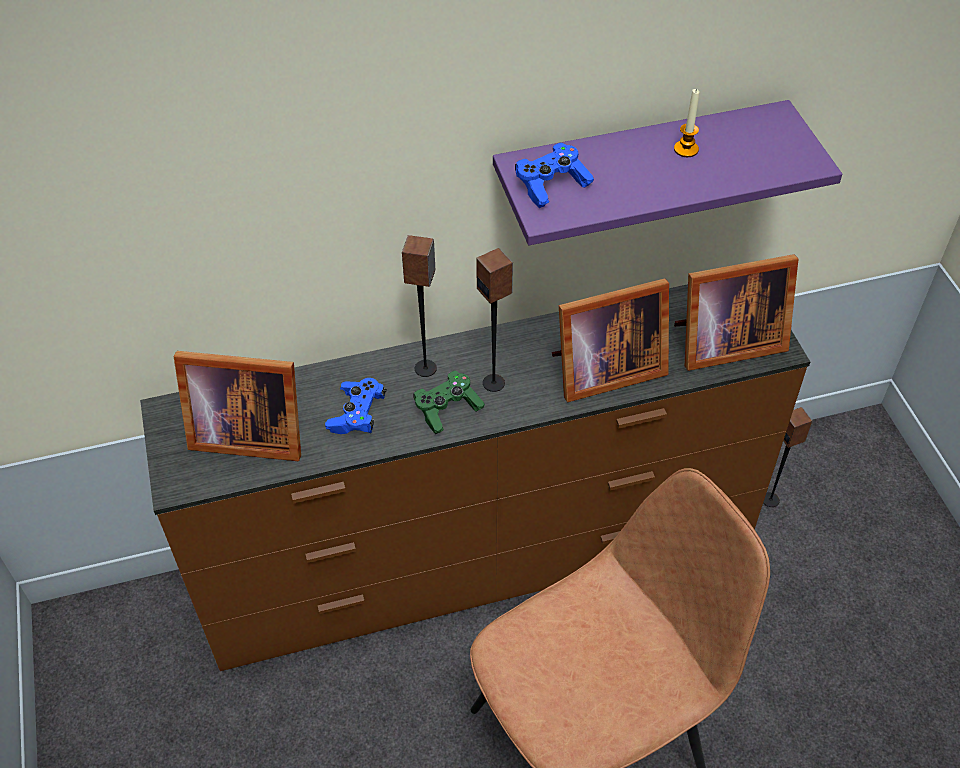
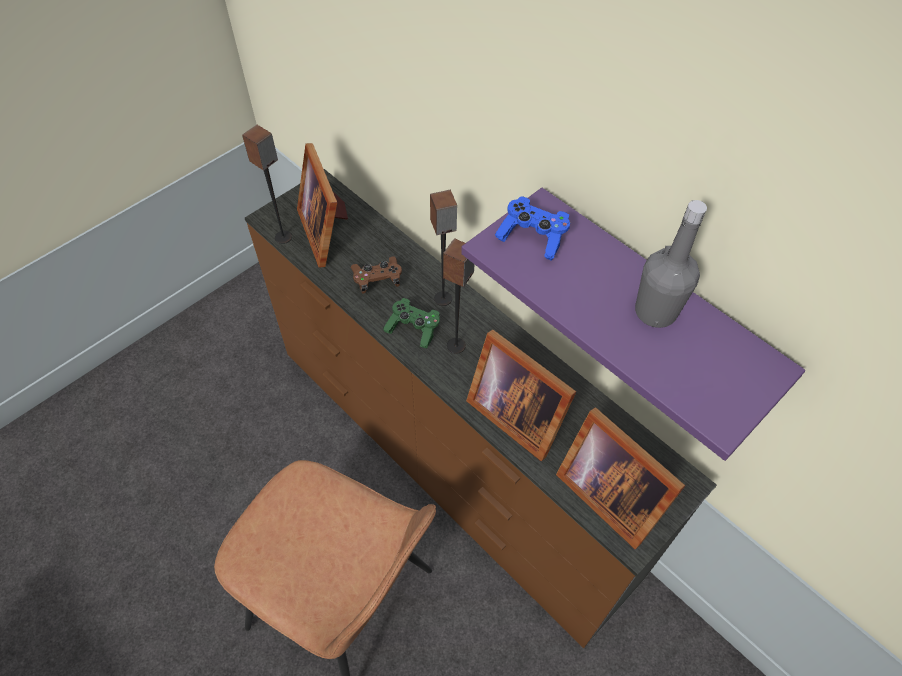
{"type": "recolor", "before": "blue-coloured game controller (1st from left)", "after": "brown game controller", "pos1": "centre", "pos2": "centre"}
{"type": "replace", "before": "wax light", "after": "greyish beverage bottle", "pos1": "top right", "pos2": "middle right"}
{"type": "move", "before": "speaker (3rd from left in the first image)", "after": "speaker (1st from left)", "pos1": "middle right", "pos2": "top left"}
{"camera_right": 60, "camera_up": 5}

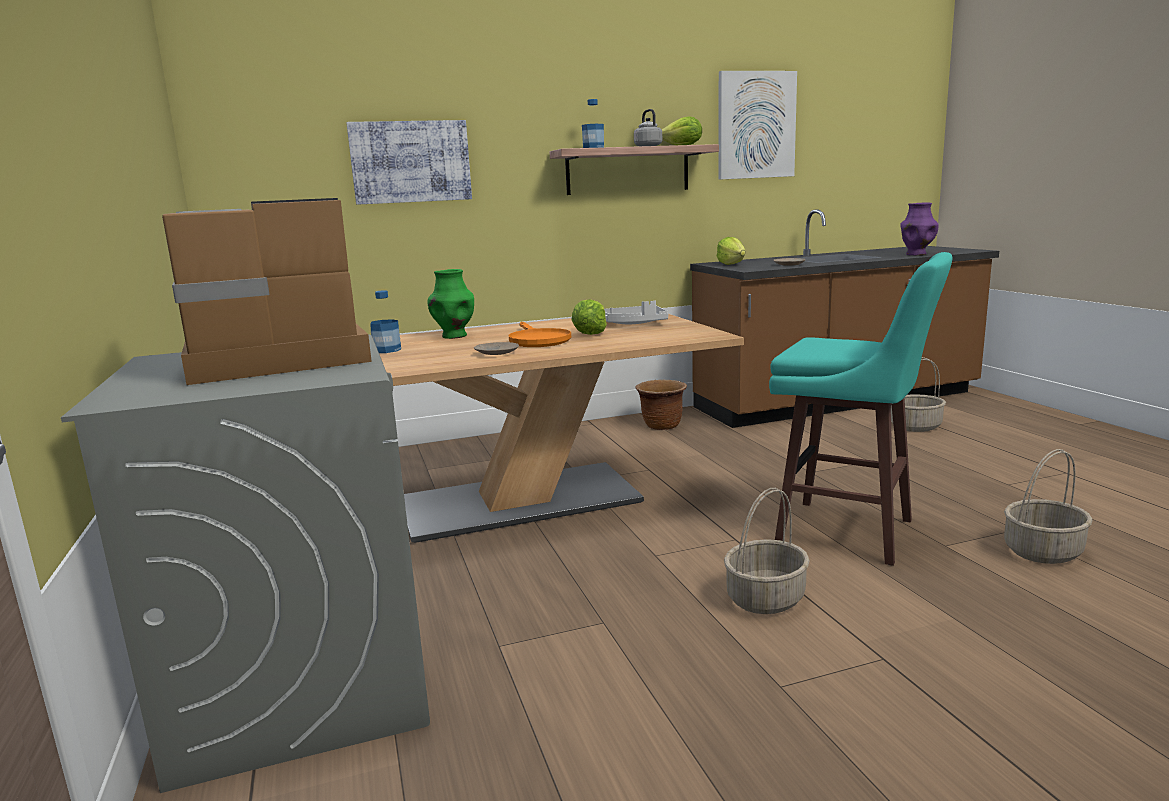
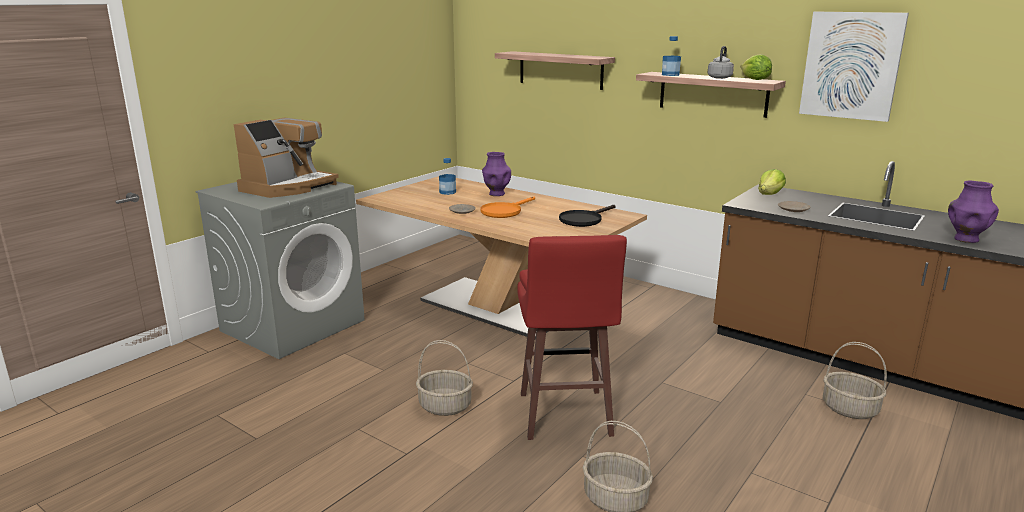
{"type": "rotate", "before": "coffee machine", "pos1": "middle left", "pos2": "top left", "turn": 90}
{"type": "replace", "before": "picture (1st from left)", "after": "bracket shelf (1st from left)", "pos1": "top centre", "pos2": "top centre"}
{"type": "recolor", "before": "greenish vase", "after": "purple vase (1st from left)", "pos1": "centre", "pos2": "centre"}
{"type": "delete", "before": "lettuce (1st from left)", "pos1": "centre"}
{"type": "replace", "before": "greyish tray", "after": "black-coloured skillet", "pos1": "centre", "pos2": "centre"}
{"type": "delete", "before": "brown planter", "pos1": "centre"}
{"type": "recolor", "before": "turquoise stool seat", "after": "reddish stool seat", "pos1": "middle right", "pos2": "centre"}
{"camera_right": 55, "camera_up": 5}

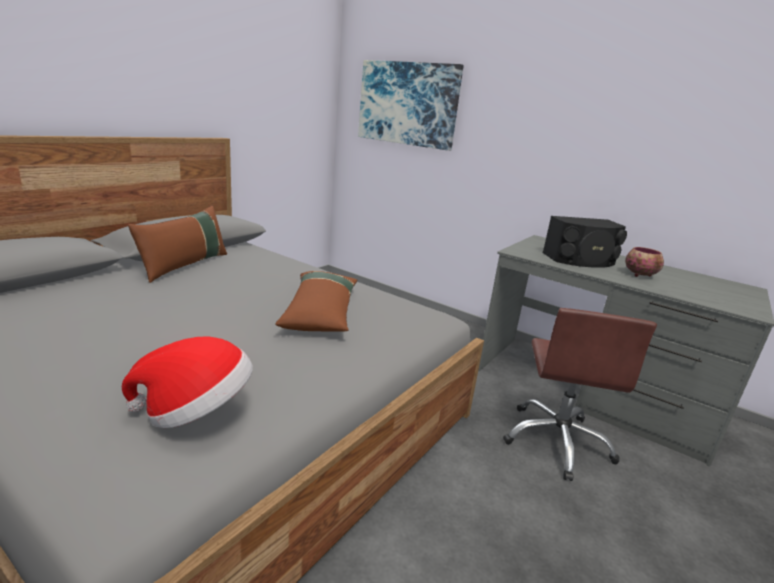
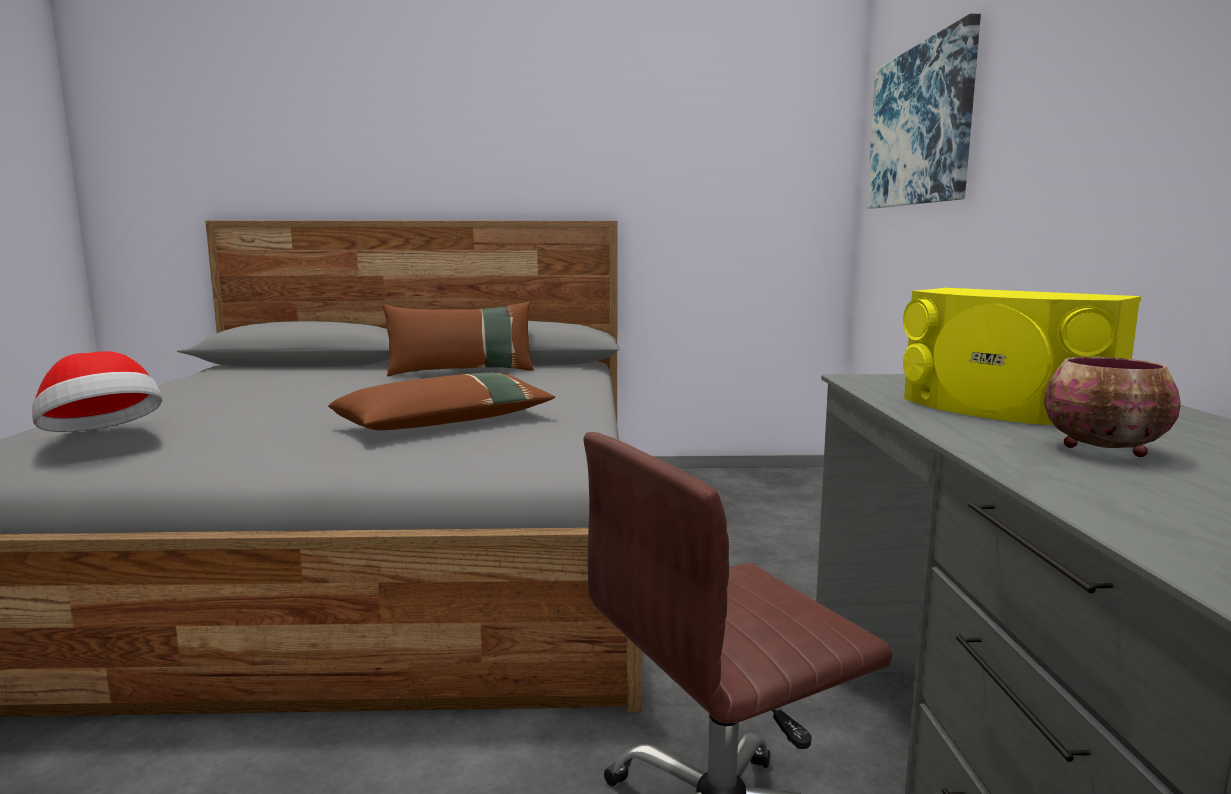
{"type": "recolor", "before": "black-coloured speaker", "after": "yellow-coloured speaker", "pos1": "middle right", "pos2": "middle right"}
{"camera_right": 55, "camera_up": -10}

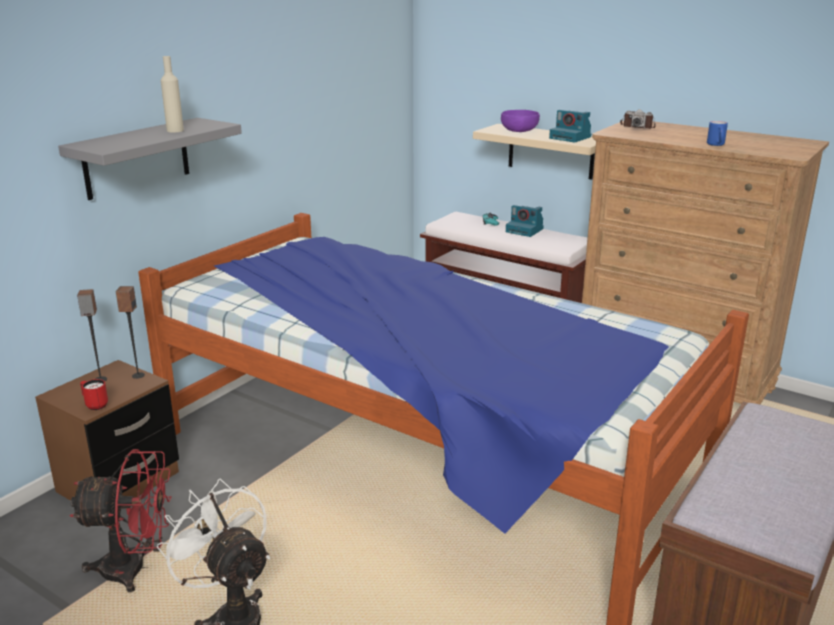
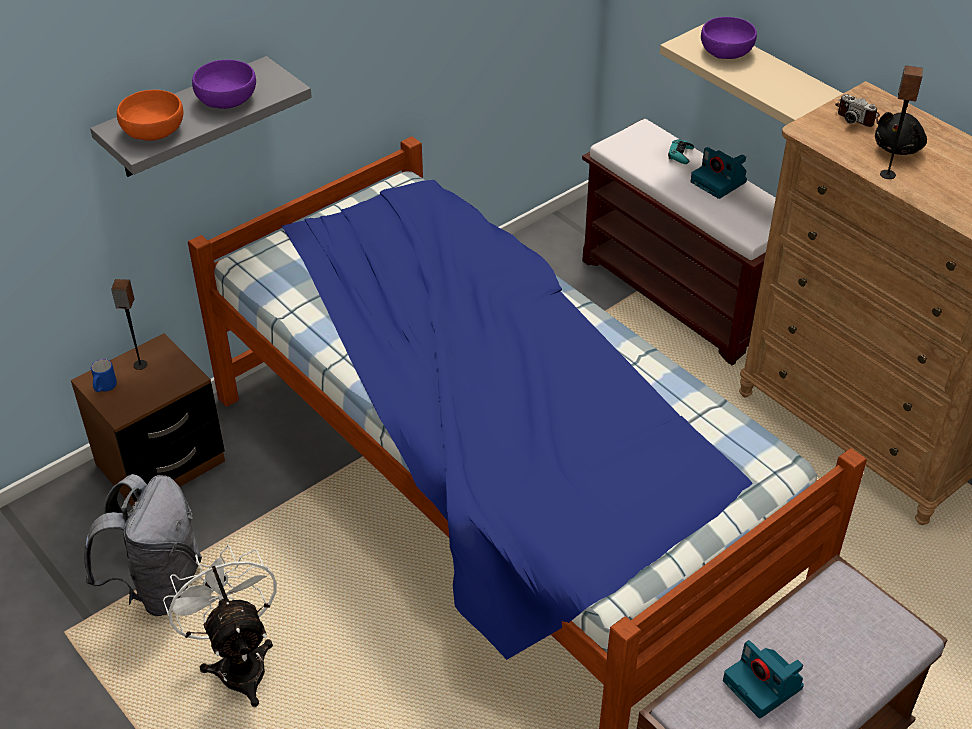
{"type": "replace", "before": "reddish cooling fan", "after": "greyish rucksack", "pos1": "bottom left", "pos2": "bottom left"}
{"type": "delete", "before": "reddish tea mug", "pos1": "middle left"}
{"type": "move", "before": "speaker (2nd from left)", "pos1": "middle left", "pos2": "top right"}
{"type": "replace", "before": "sand-coloured beverage bottle", "after": "purple bowl (1st from left)", "pos1": "top left", "pos2": "top left"}
{"type": "move", "before": "still camera (2nd from left)", "pos1": "top right", "pos2": "bottom right"}
{"type": "move", "before": "blue-coloured tea mug", "pos1": "top right", "pos2": "middle left"}
{"type": "insert", "after": "orange-coloured bowl", "pos2": "top left"}
{"type": "insert", "after": "black-coloured soft toy", "pos2": "top right"}
{"camera_right": 15, "camera_up": 20}

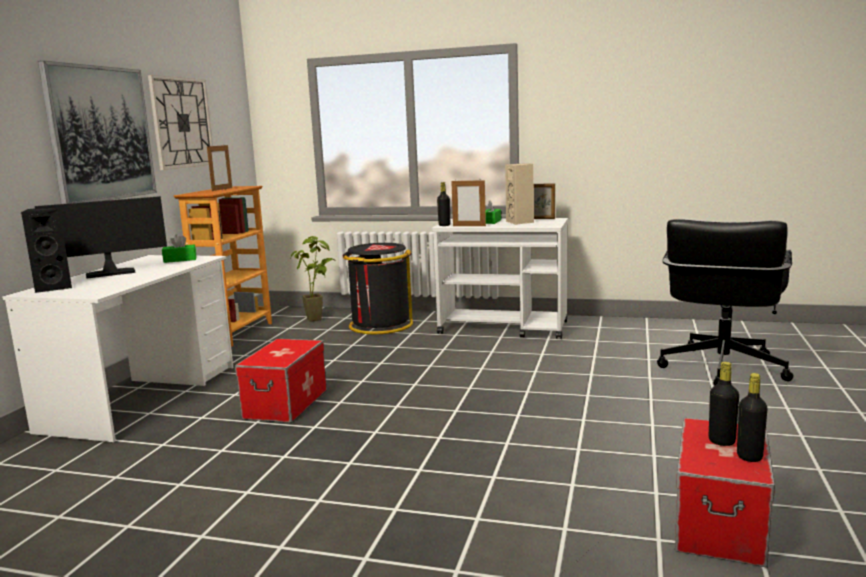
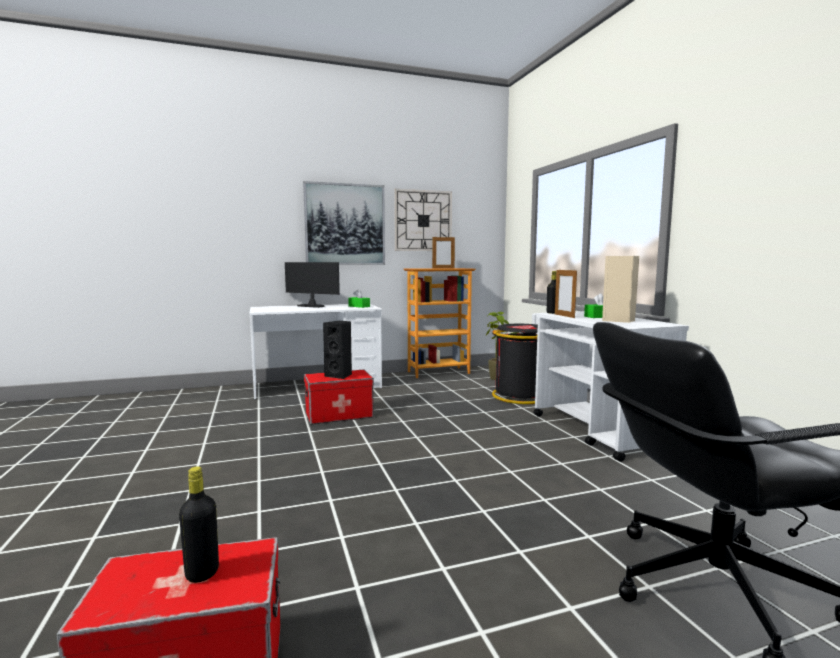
{"type": "move", "before": "black-coloured speaker", "pos1": "middle left", "pos2": "centre"}
{"type": "delete", "before": "photo frame (3rd from left)", "pos1": "centre"}
{"type": "delete", "before": "black-coloured beverage bottle (3rd from left)", "pos1": "bottom right"}
{"camera_right": 55, "camera_up": -5}

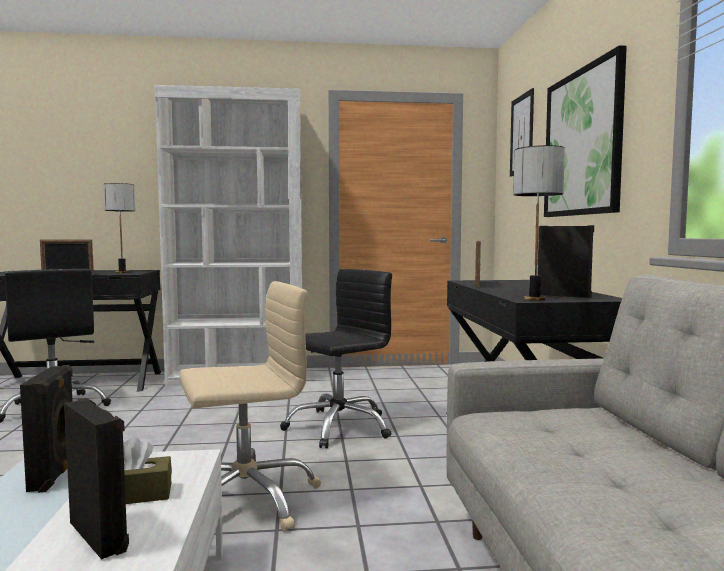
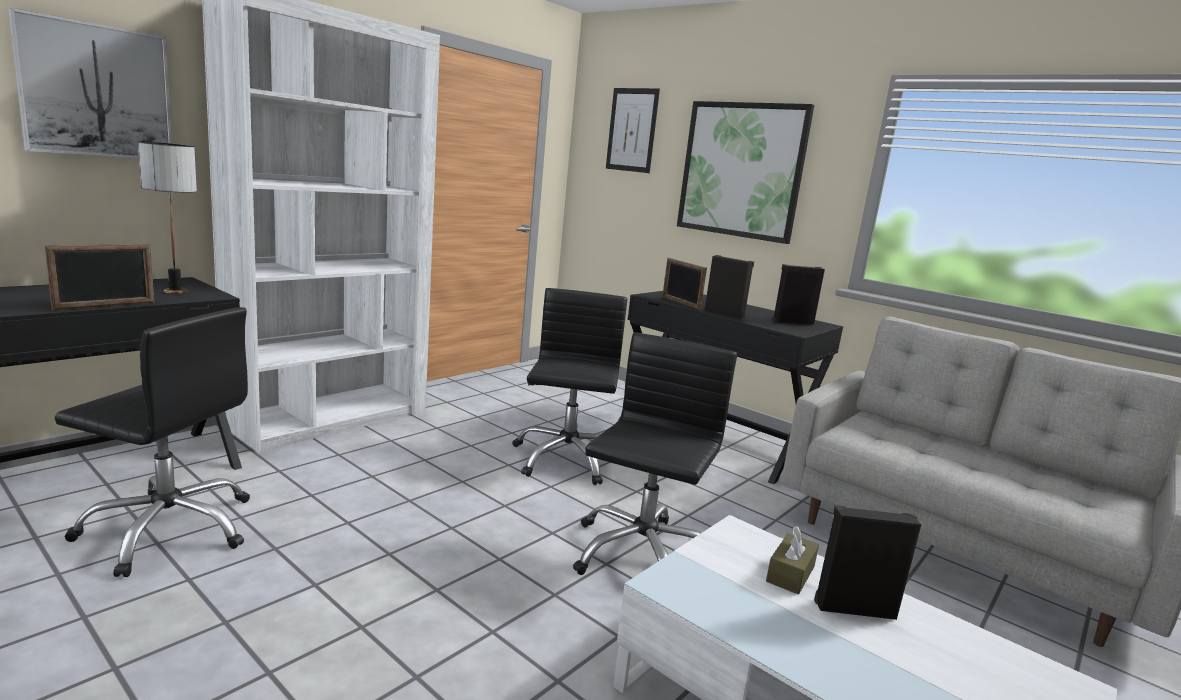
{"type": "move", "before": "black-coloured speaker (1st from left)", "pos1": "bottom left", "pos2": "centre"}
{"type": "recolor", "before": "sand-coloured computer chair", "after": "black-coloured computer chair (3rd from left)", "pos1": "bottom centre", "pos2": "centre"}
{"type": "delete", "before": "tabletop lamp (2nd from left)", "pos1": "middle right"}
{"type": "insert", "after": "picture (1st from left)", "pos2": "top left"}
{"camera_right": -45, "camera_up": 10}

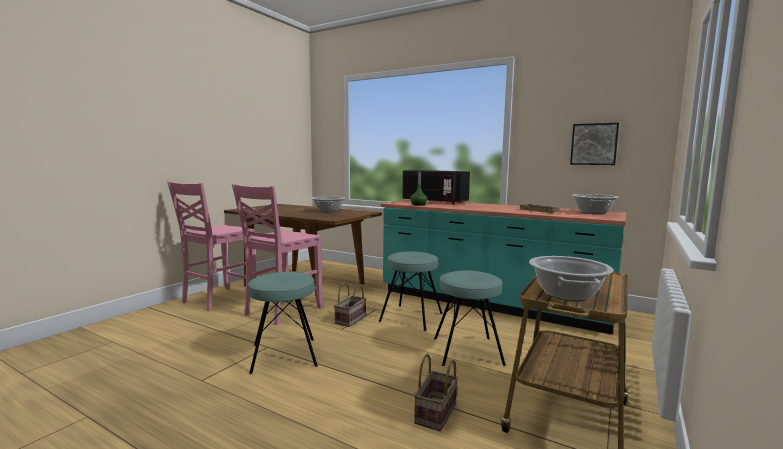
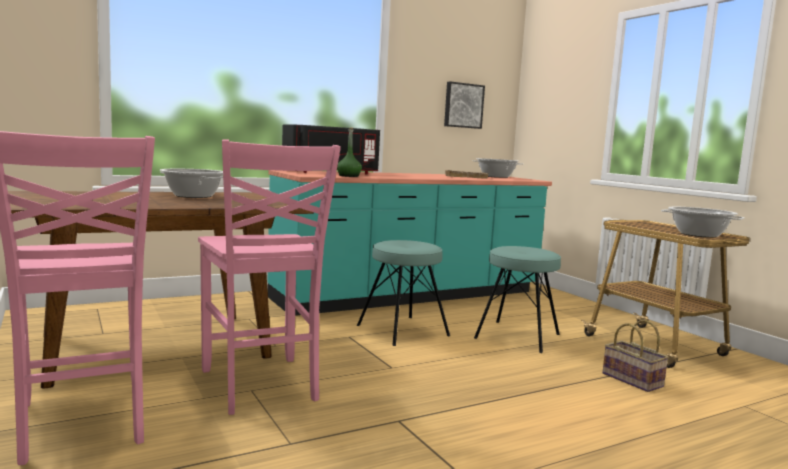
{"type": "delete", "before": "turquoise stool seat (1st from left)", "pos1": "bottom centre"}
{"type": "delete", "before": "household basket (1st from left)", "pos1": "bottom centre"}
{"camera_right": -60, "camera_up": 0}

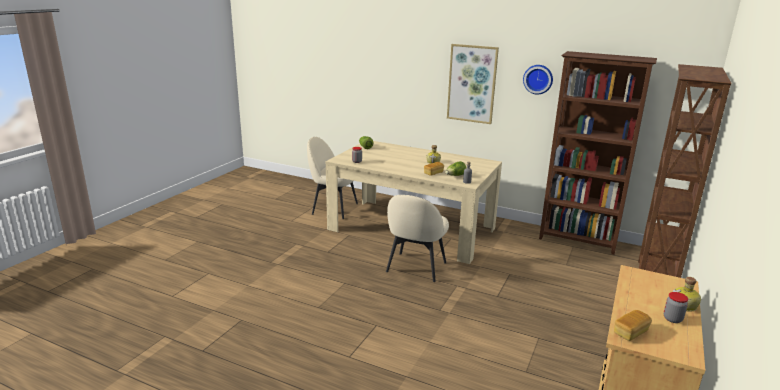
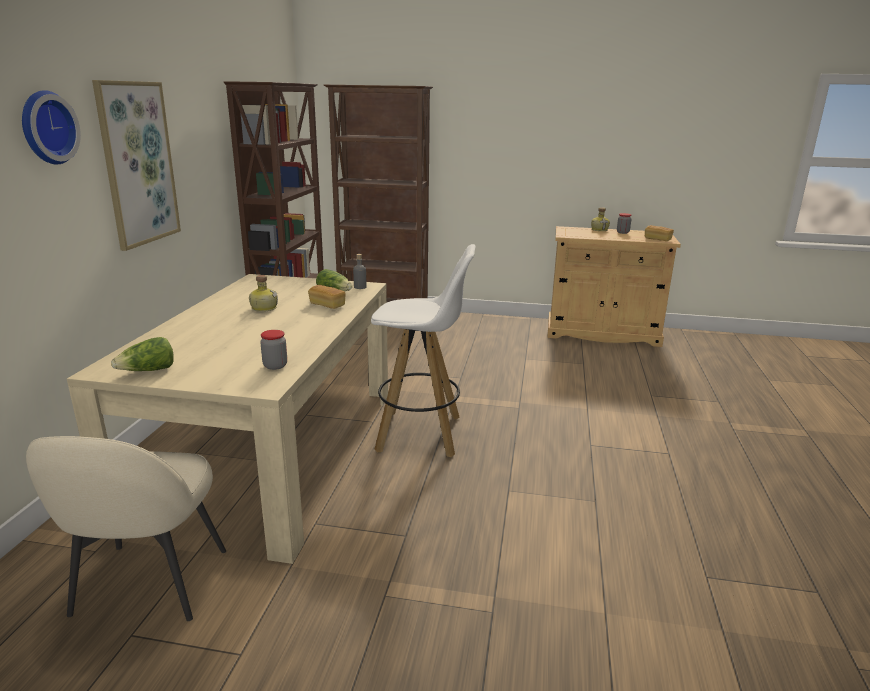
{"type": "replace", "before": "sand-coloured plain chair (2nd from left)", "after": "whitish stool seat", "pos1": "centre", "pos2": "centre"}
{"type": "move", "before": "wall clock", "pos1": "top right", "pos2": "top left"}
{"camera_right": -105, "camera_up": 0}

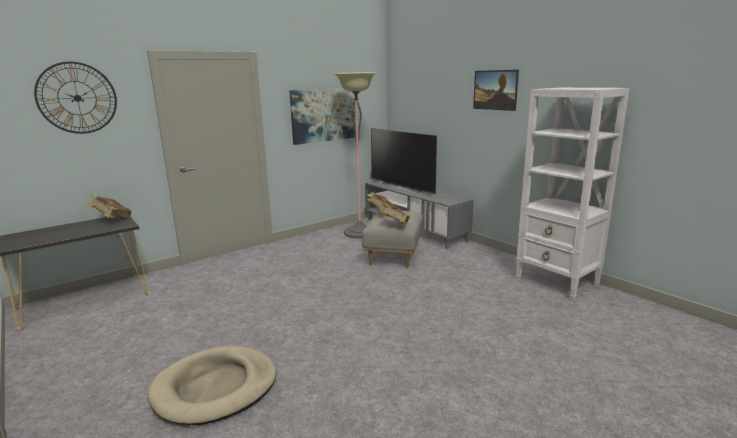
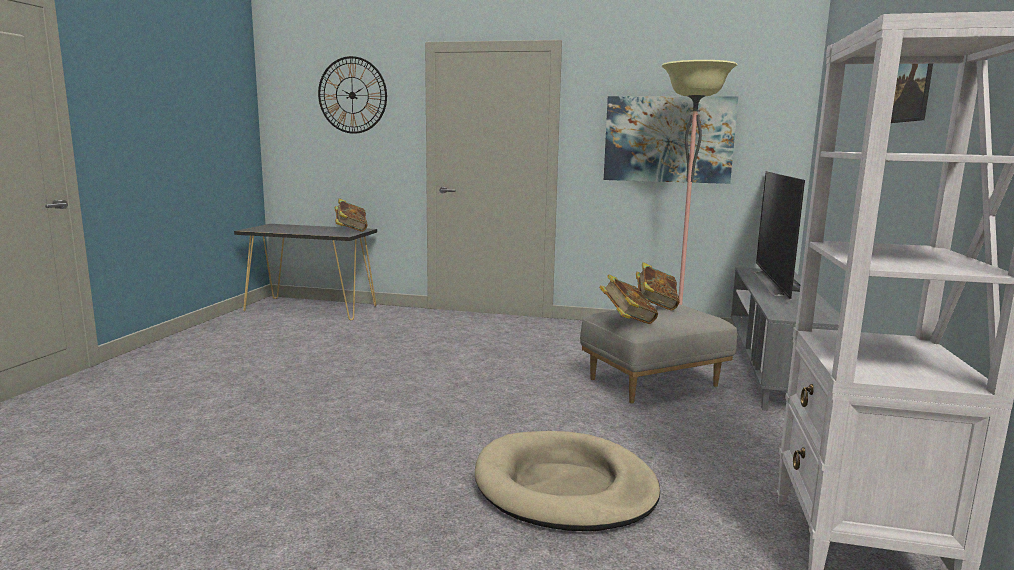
{"type": "move", "before": "sand-coloured pet bed", "pos1": "bottom left", "pos2": "bottom centre"}
{"camera_right": 50, "camera_up": -5}

